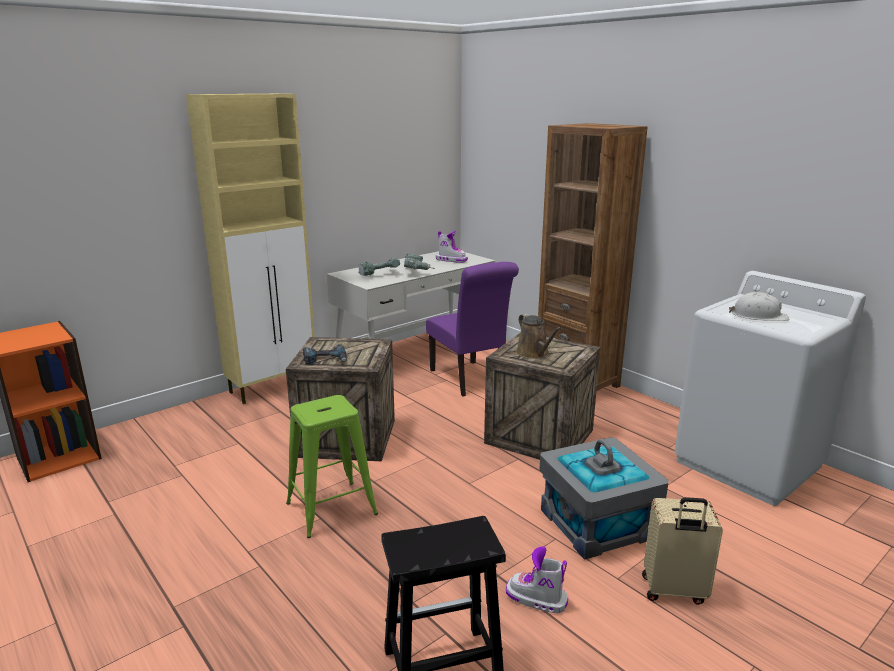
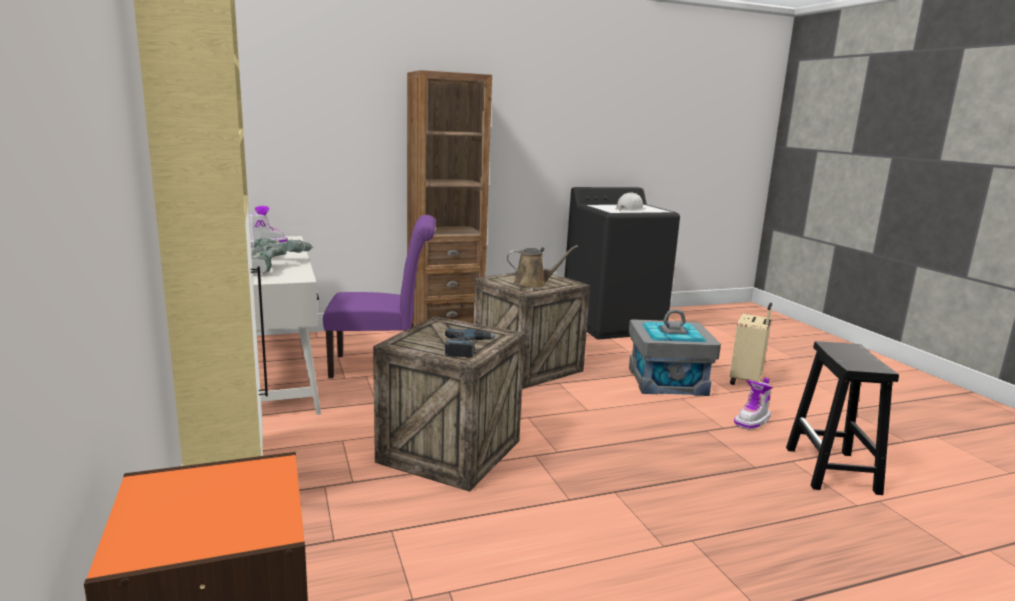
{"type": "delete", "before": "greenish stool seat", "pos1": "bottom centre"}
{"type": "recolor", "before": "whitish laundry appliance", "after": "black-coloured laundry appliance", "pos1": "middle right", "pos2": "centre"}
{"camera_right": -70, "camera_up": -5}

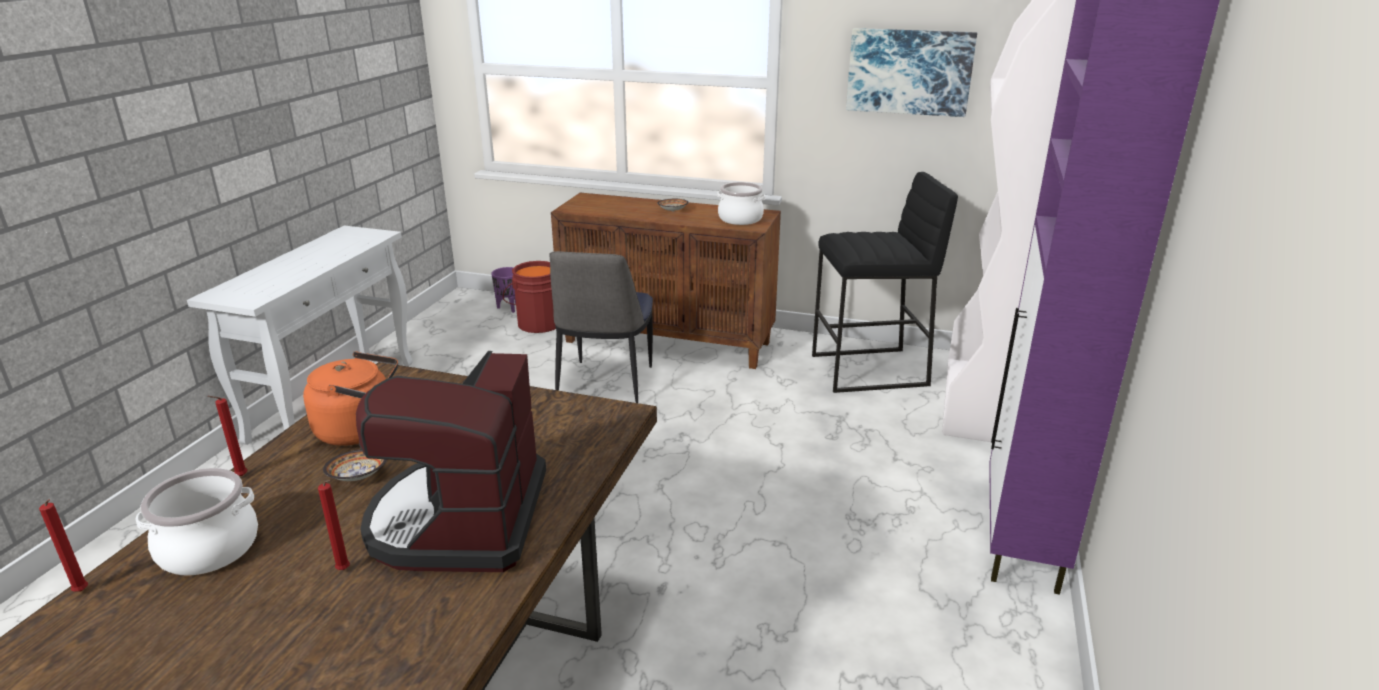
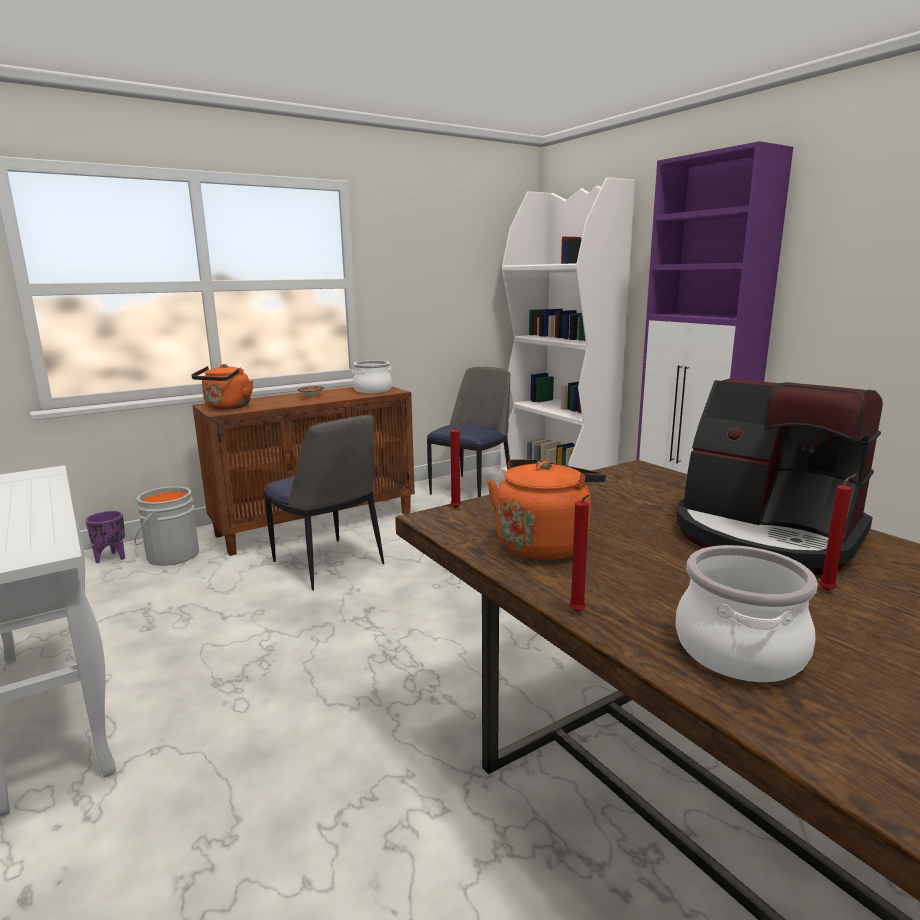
{"type": "move", "before": "reddish wax light (1st from left)", "pos1": "bottom left", "pos2": "centre"}
{"type": "delete", "before": "bowl (1st from left)", "pos1": "bottom left"}
{"type": "recolor", "before": "reddish bucket", "after": "greyish bucket", "pos1": "centre", "pos2": "middle left"}
{"type": "replace", "before": "black-coloured stool seat", "after": "plain chair (2nd from left)", "pos1": "centre", "pos2": "centre"}
{"type": "delete", "before": "picture", "pos1": "top centre"}
{"type": "insert", "after": "orange-coloured water kettle (1st from left)", "pos2": "middle left"}
{"camera_right": -50, "camera_up": -10}

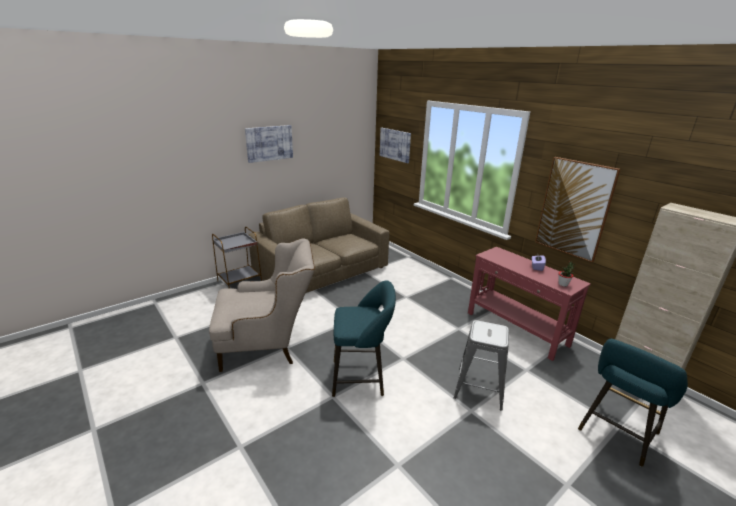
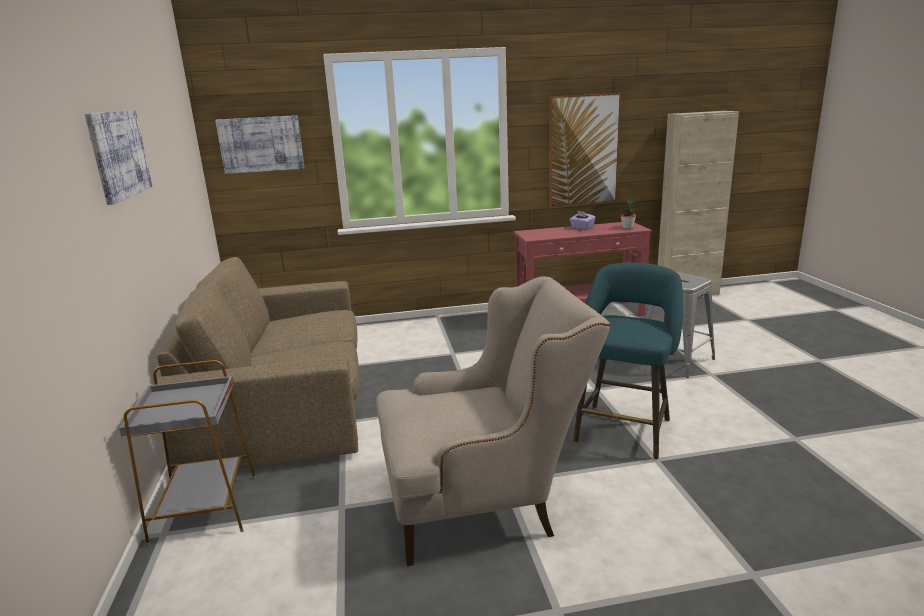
{"type": "rotate", "before": "sand-coloured lounge chair", "pos1": "centre", "pos2": "bottom centre", "turn": 60}
{"type": "delete", "before": "turquoise stool seat (2nd from left)", "pos1": "bottom right"}
{"camera_right": -60, "camera_up": -5}

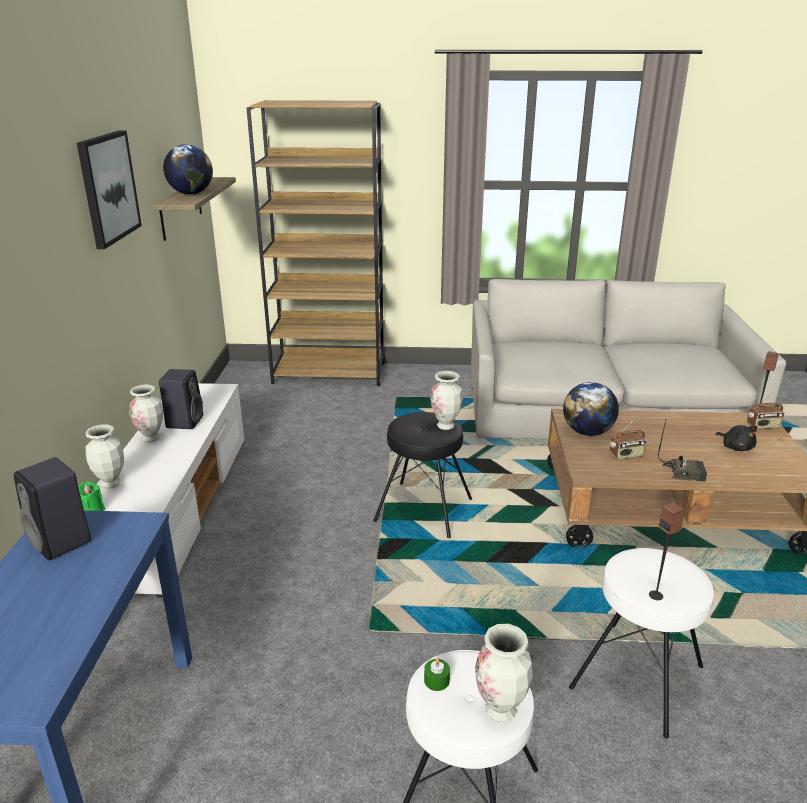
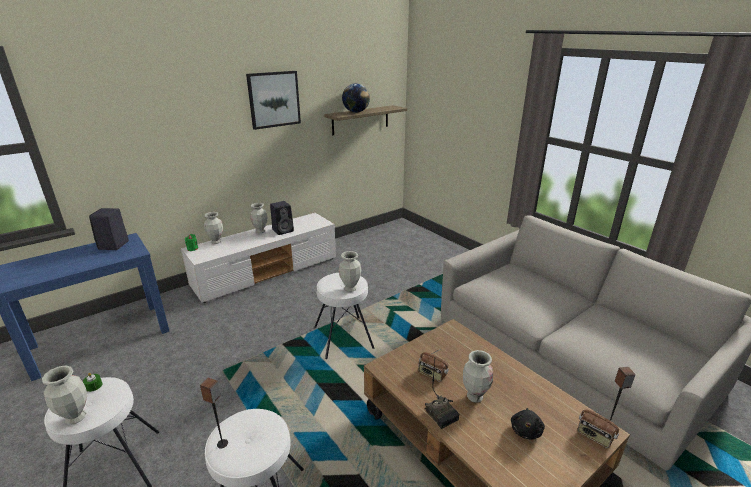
{"type": "delete", "before": "brown shelving unit", "pos1": "top centre"}
{"type": "recolor", "before": "black-coloured stool seat", "after": "whitish stool seat (3rd from left)", "pos1": "centre", "pos2": "centre"}
{"type": "delete", "before": "globe (2nd from left)", "pos1": "middle right"}
{"type": "insert", "after": "vase (5th from left)", "pos2": "bottom centre"}
{"camera_right": 50, "camera_up": 0}

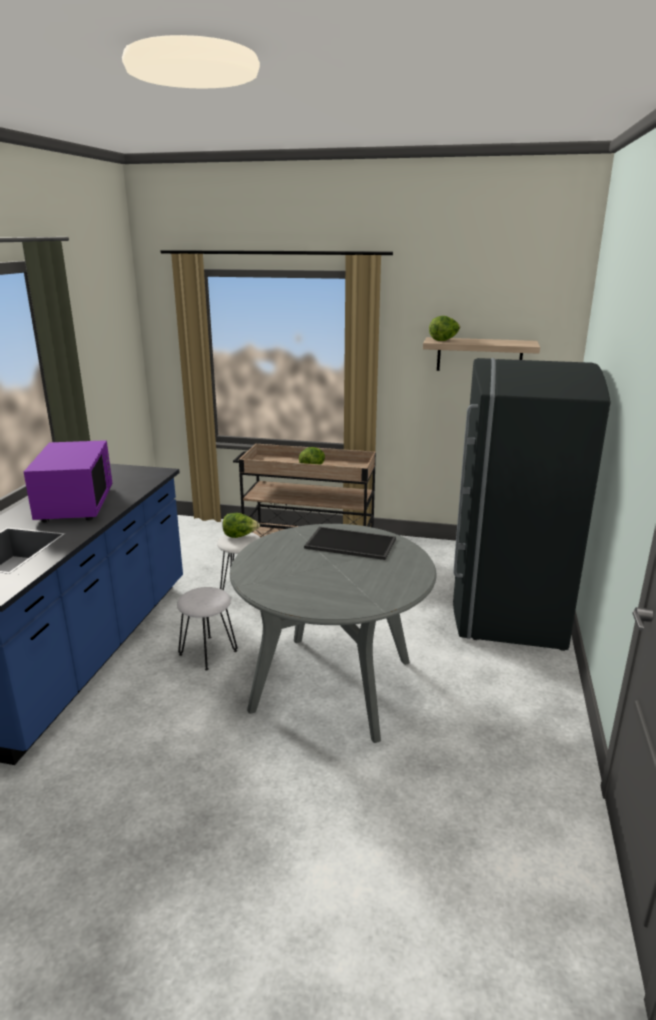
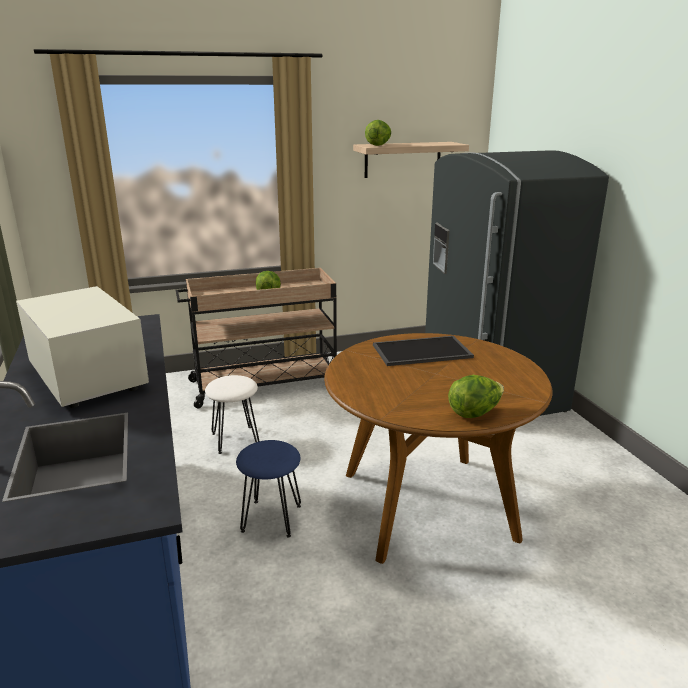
{"type": "recolor", "before": "purple microwave", "after": "whitish microwave", "pos1": "middle left", "pos2": "middle left"}
{"type": "recolor", "before": "whitish stool seat (1st from left)", "after": "blue-coloured stool seat", "pos1": "middle left", "pos2": "bottom centre"}
{"type": "move", "before": "lettuce (1st from left in the first image)", "after": "lettuce (3rd from left)", "pos1": "centre", "pos2": "middle right"}
{"type": "recolor", "before": "greyish dining table", "after": "brown dining table", "pos1": "centre", "pos2": "centre"}
{"camera_right": -30, "camera_up": 0}

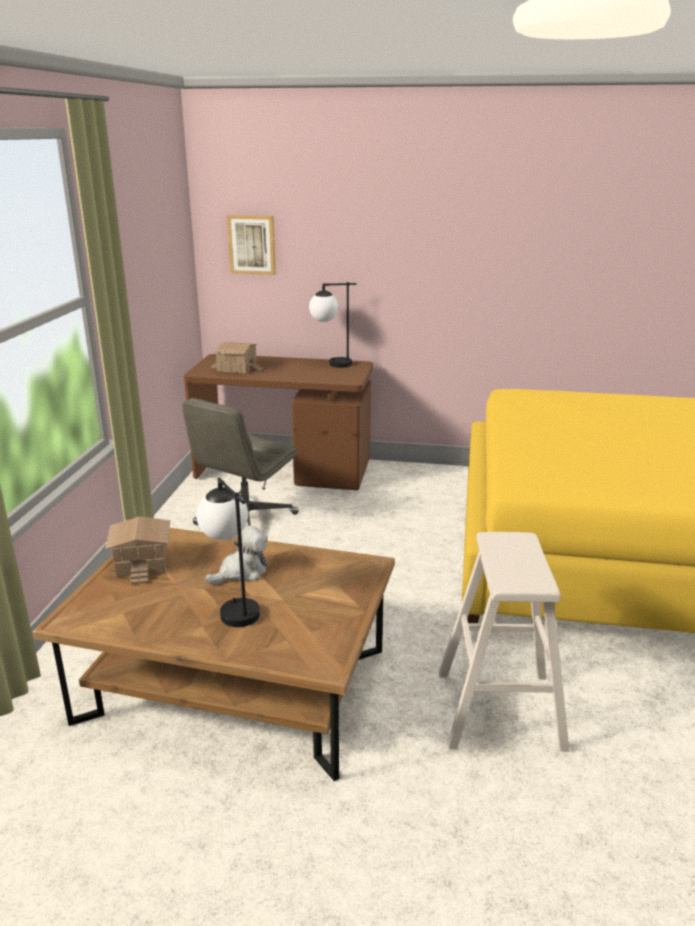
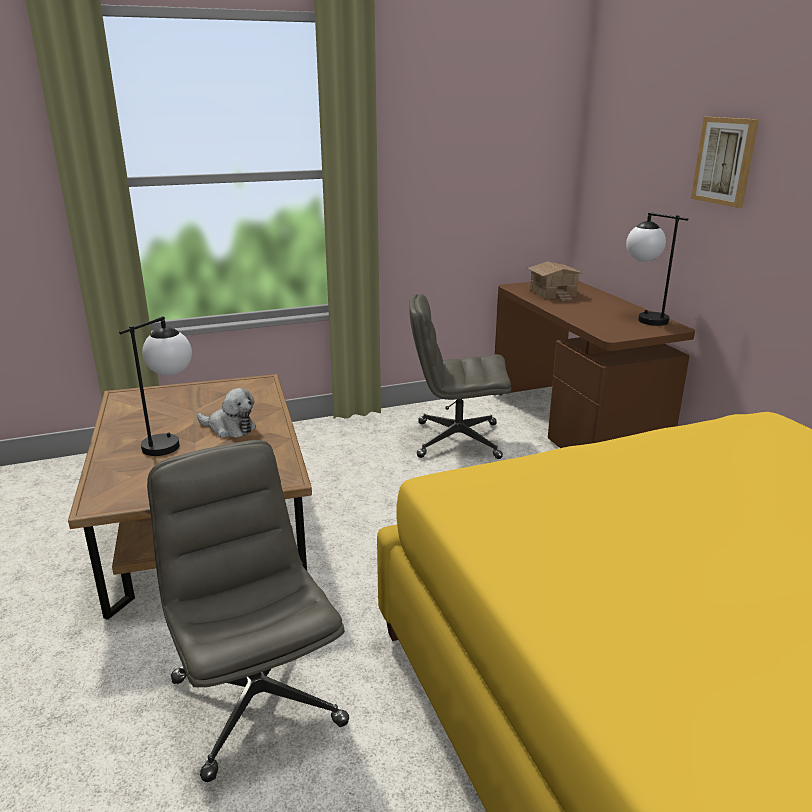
{"type": "delete", "before": "model house (1st from left)", "pos1": "middle left"}
{"type": "move", "before": "picture", "pos1": "top centre", "pos2": "top right"}
{"type": "replace", "before": "sand-coloured stool seat", "after": "greyish computer chair (1st from left)", "pos1": "bottom right", "pos2": "bottom left"}
{"camera_right": 60, "camera_up": 0}

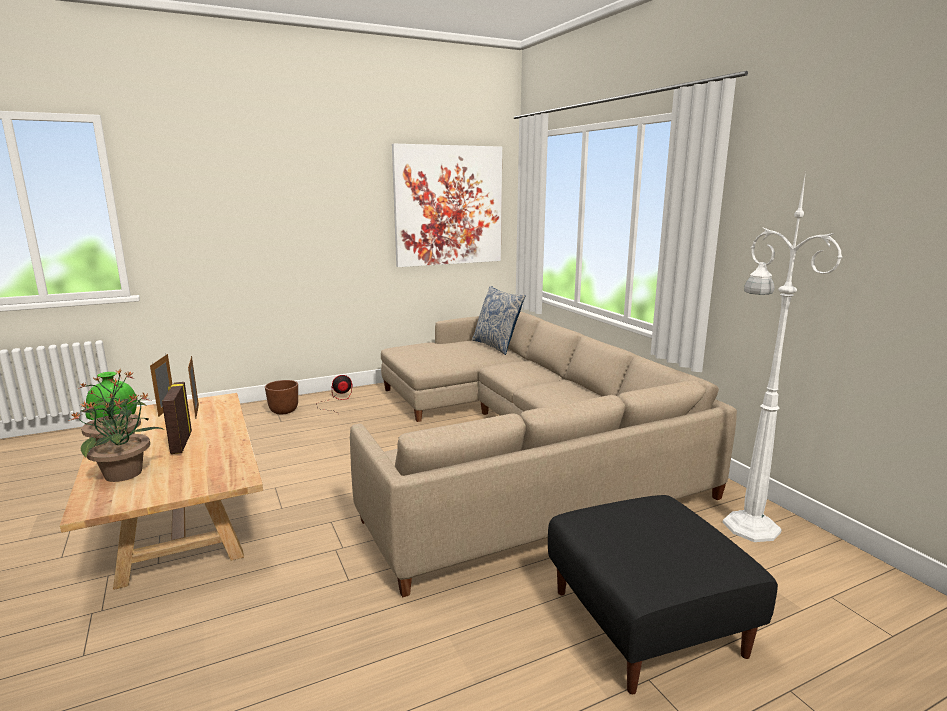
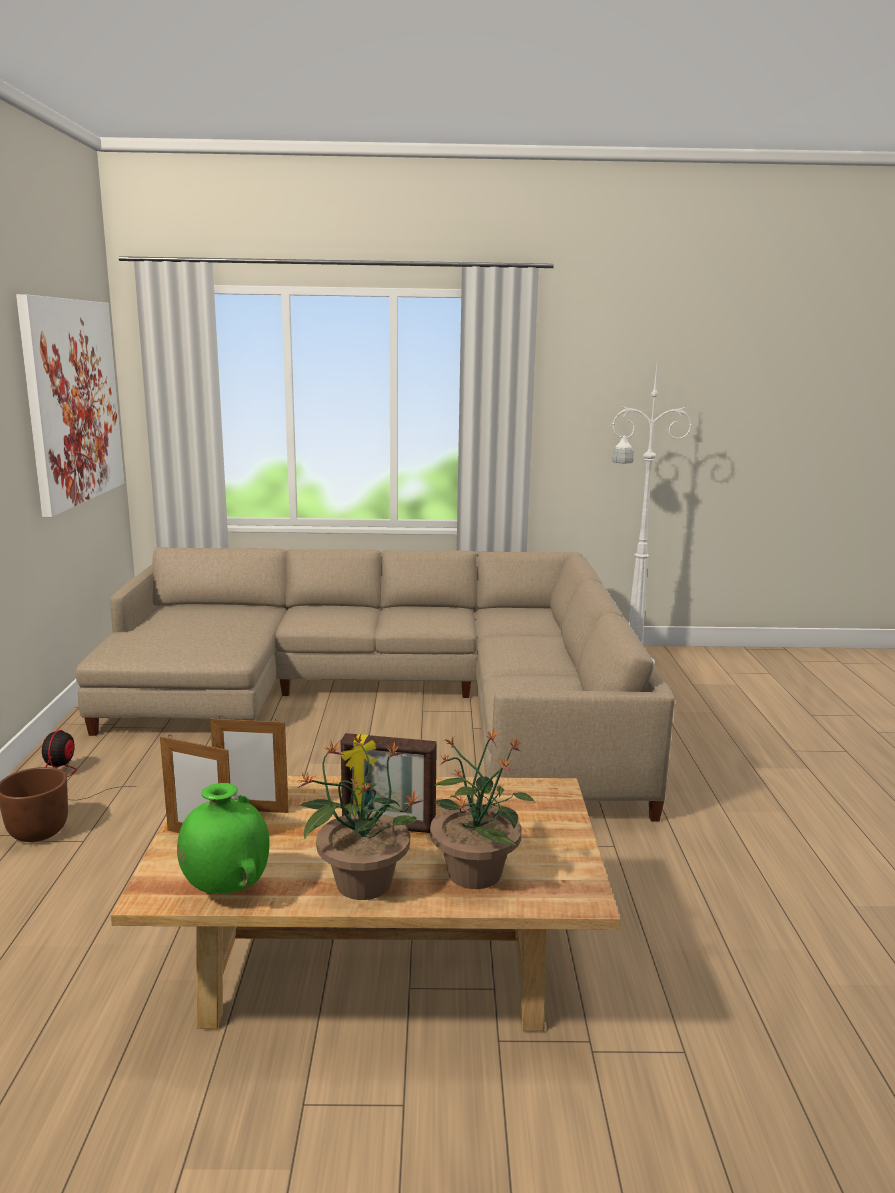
{"type": "delete", "before": "pillow", "pos1": "centre"}
{"type": "delete", "before": "black-coloured footrest", "pos1": "bottom right"}
{"camera_right": -65, "camera_up": 0}

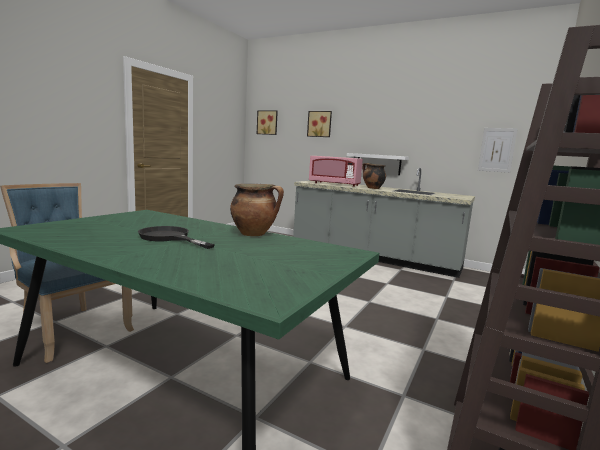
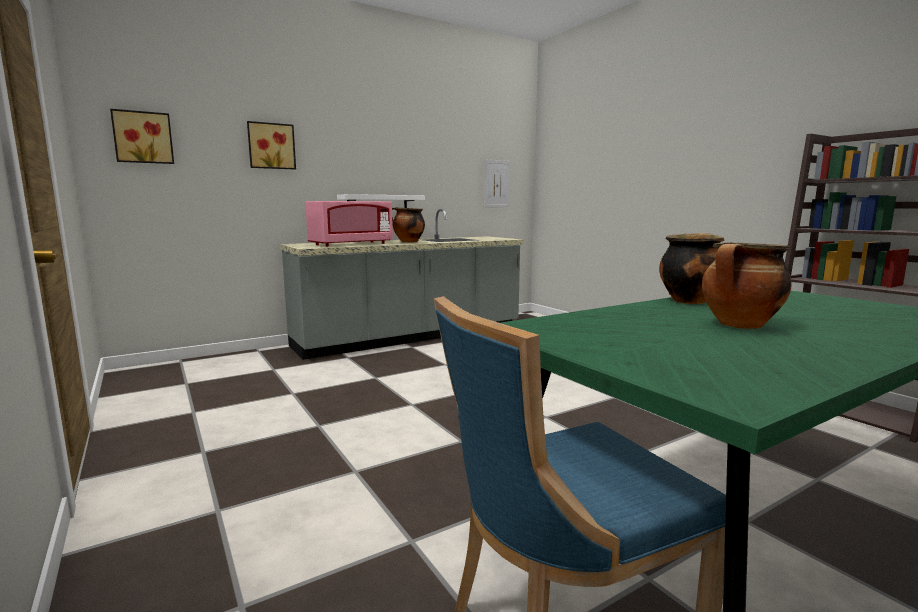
{"type": "replace", "before": "black-coloured skillet", "after": "cooking pot (3rd from left)", "pos1": "middle left", "pos2": "middle right"}
{"camera_right": -60, "camera_up": 0}

